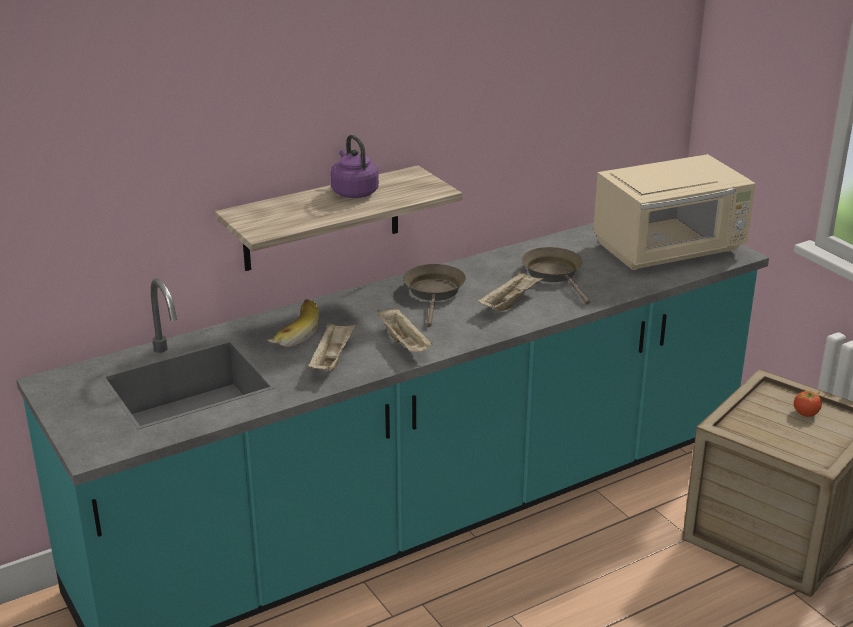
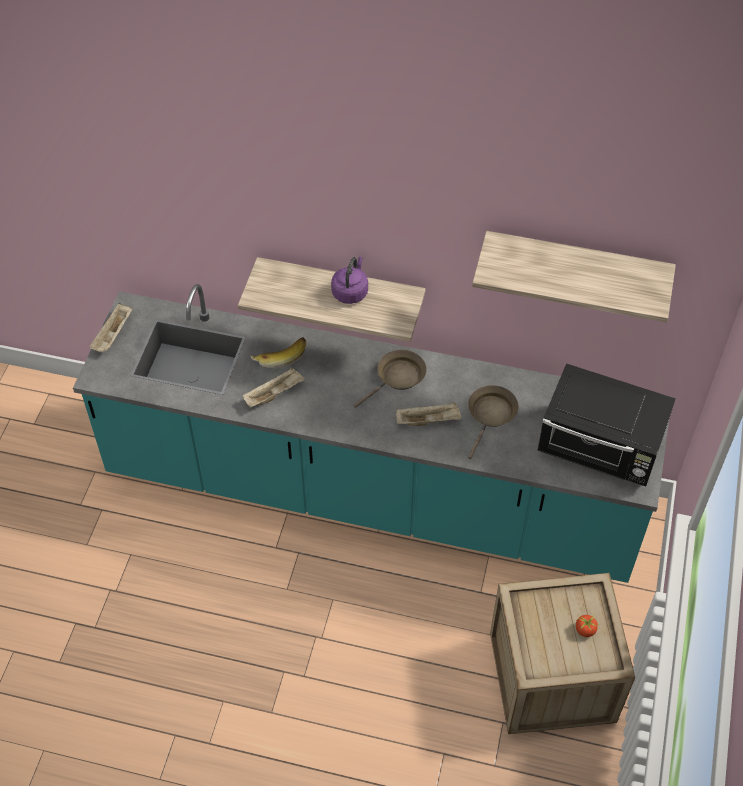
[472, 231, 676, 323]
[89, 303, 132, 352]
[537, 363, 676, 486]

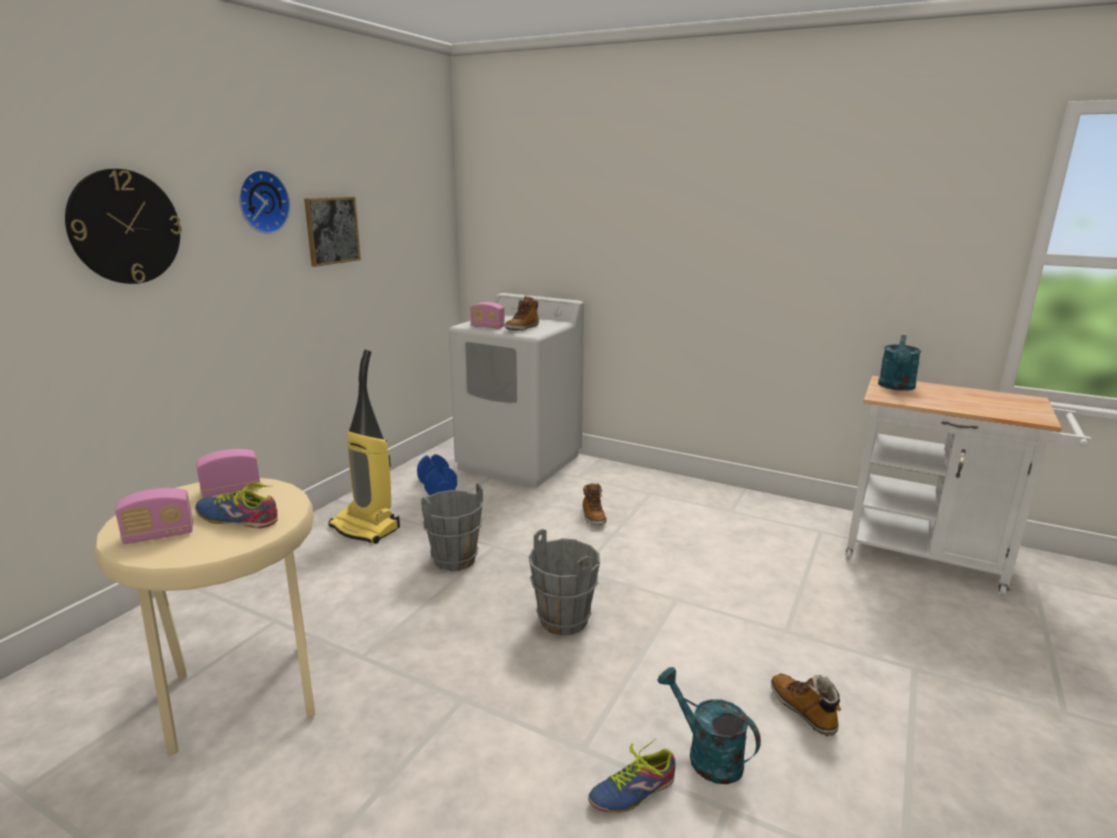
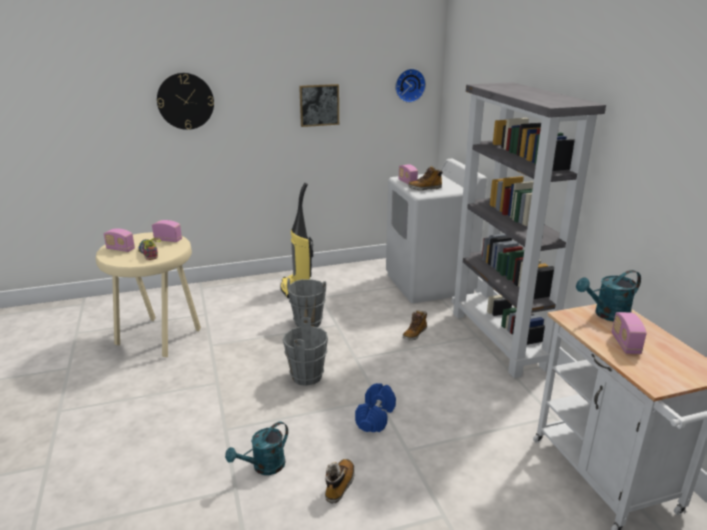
[588, 739, 675, 813] (first image)
[452, 82, 606, 378]
[612, 312, 647, 354]
[395, 69, 426, 103]
[355, 383, 396, 432]
[225, 422, 288, 475]

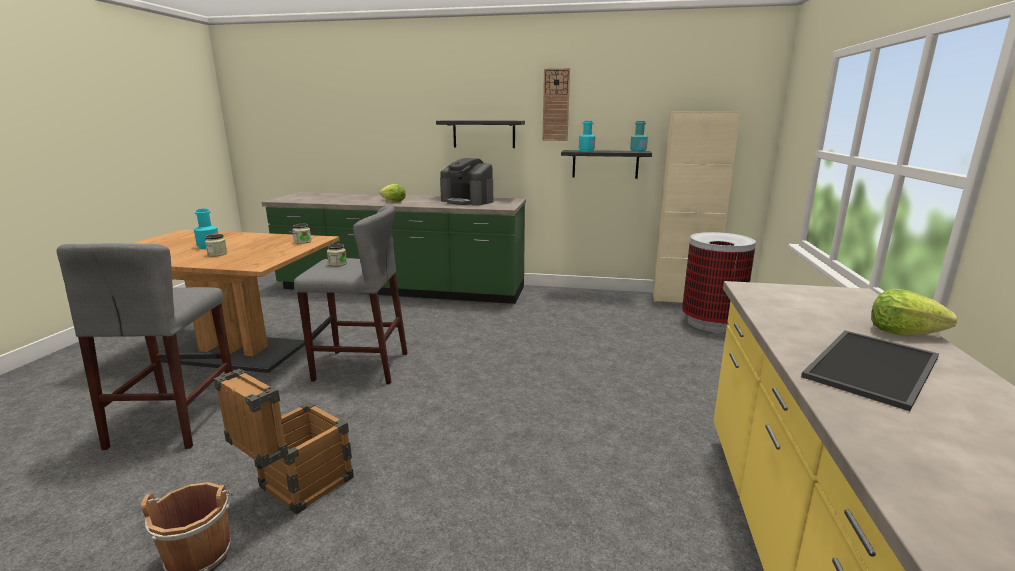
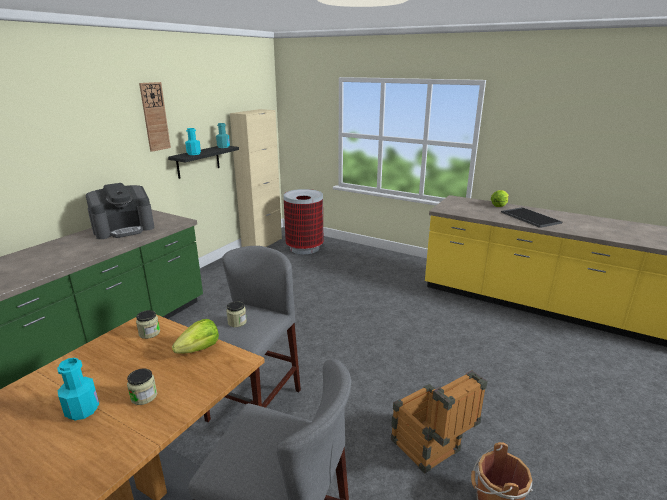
[436, 120, 525, 148] (first image)
[172, 319, 219, 354]

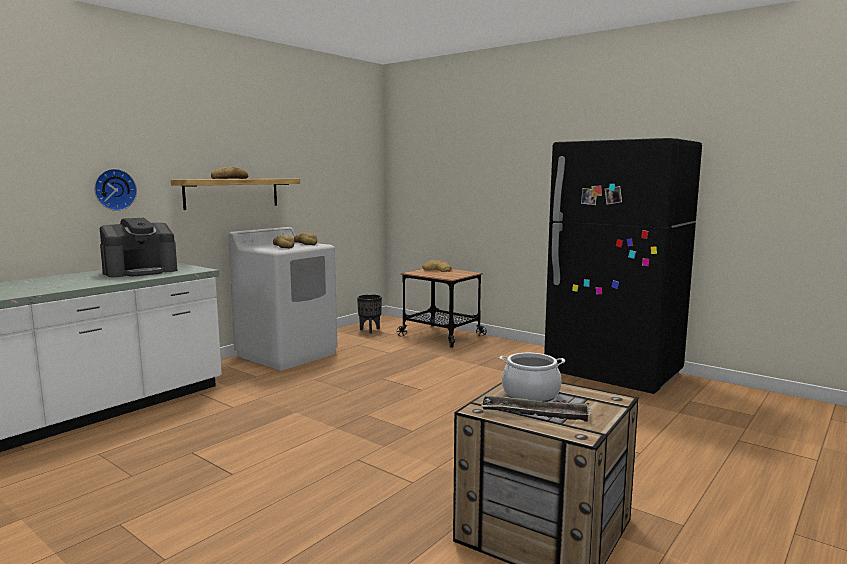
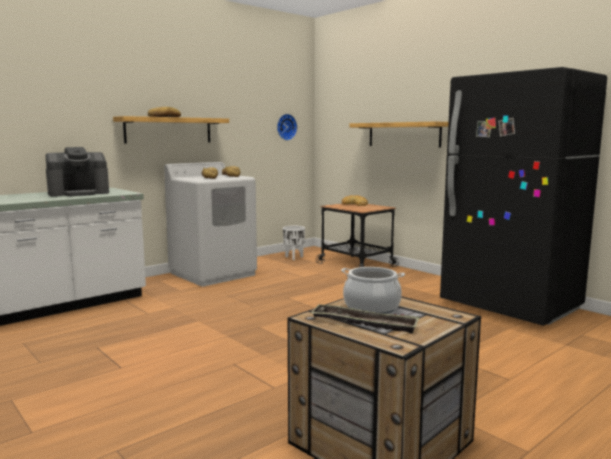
[349, 122, 449, 148]
[277, 114, 297, 140]
[283, 226, 305, 260]

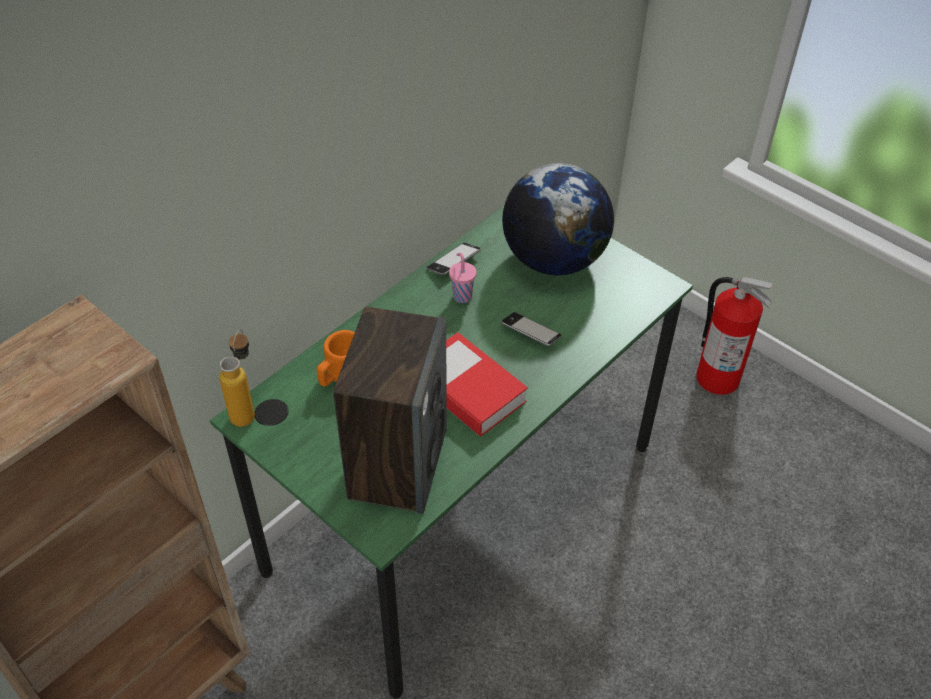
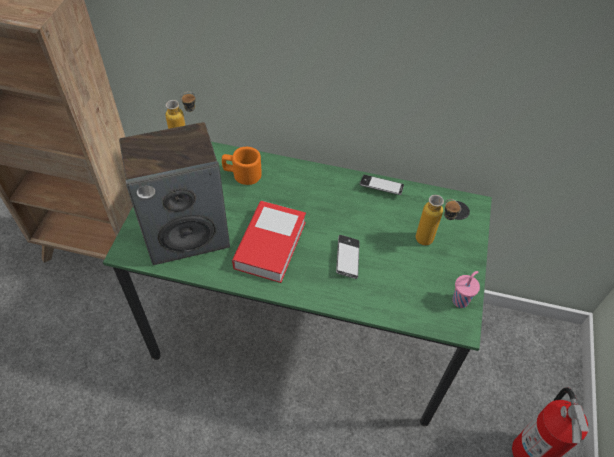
[452, 271, 480, 308]
[416, 195, 461, 245]

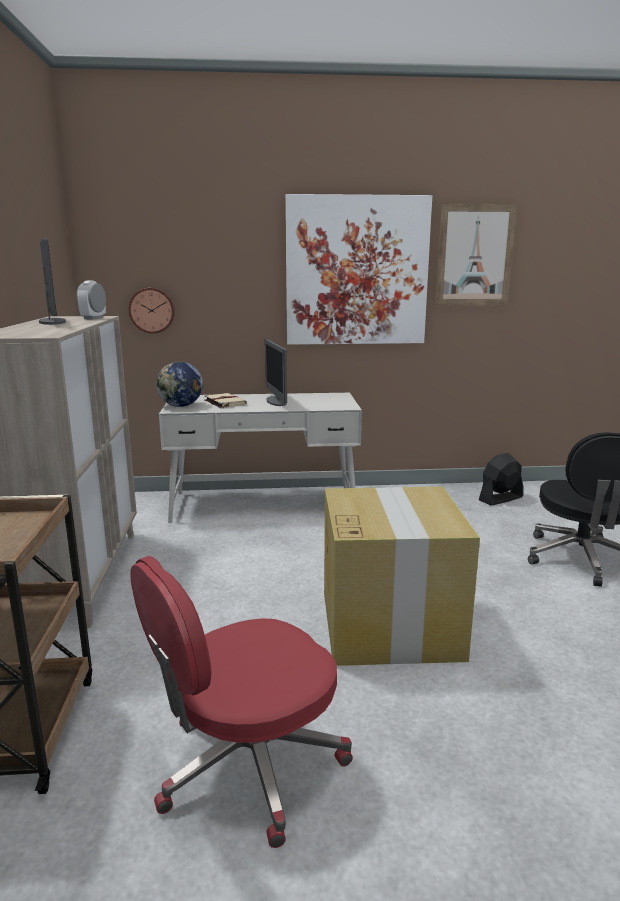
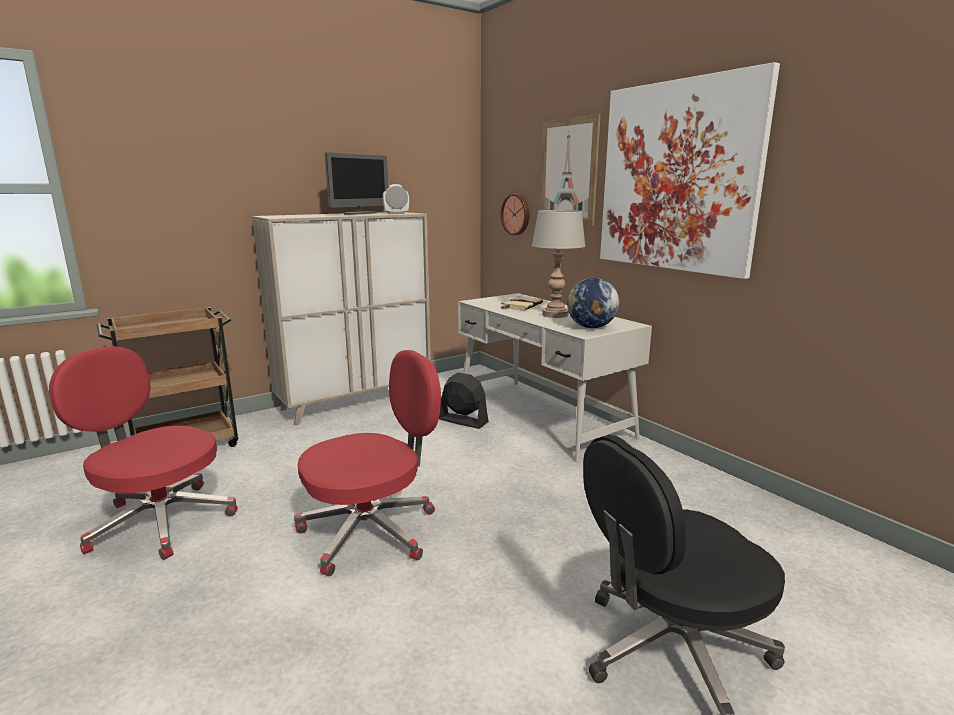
[567, 278, 619, 328]
[540, 114, 601, 226]
[439, 372, 489, 429]
[532, 209, 586, 318]
[294, 350, 441, 576]

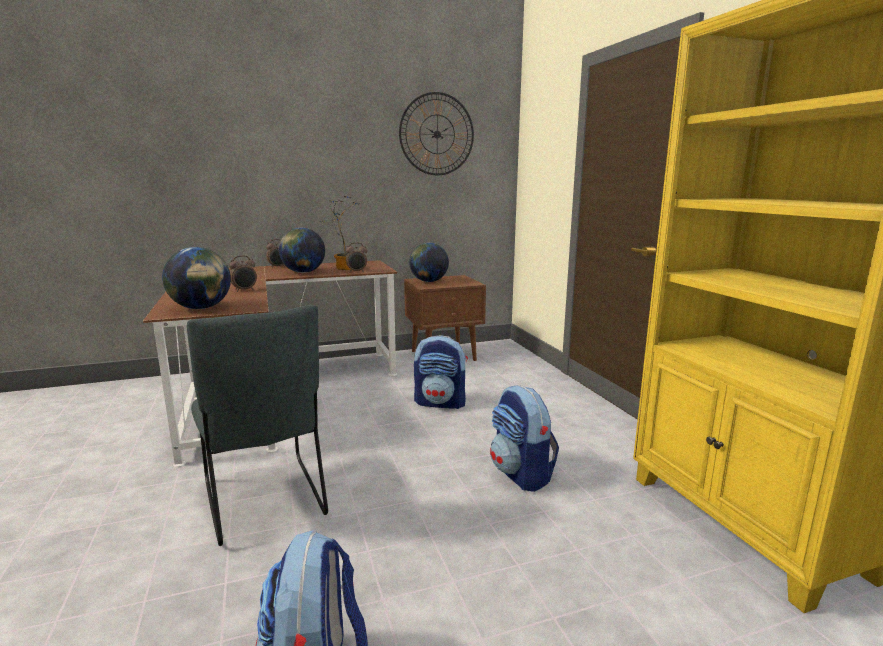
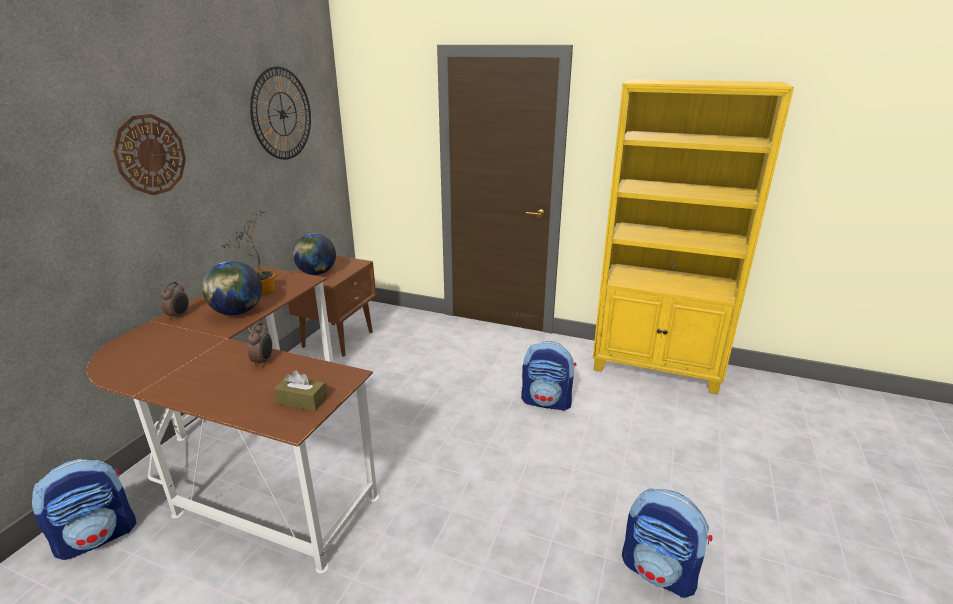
[187, 305, 328, 546] (first image)
[346, 242, 367, 272] (first image)
[113, 114, 186, 195]
[32, 458, 136, 560]
[274, 371, 327, 411]

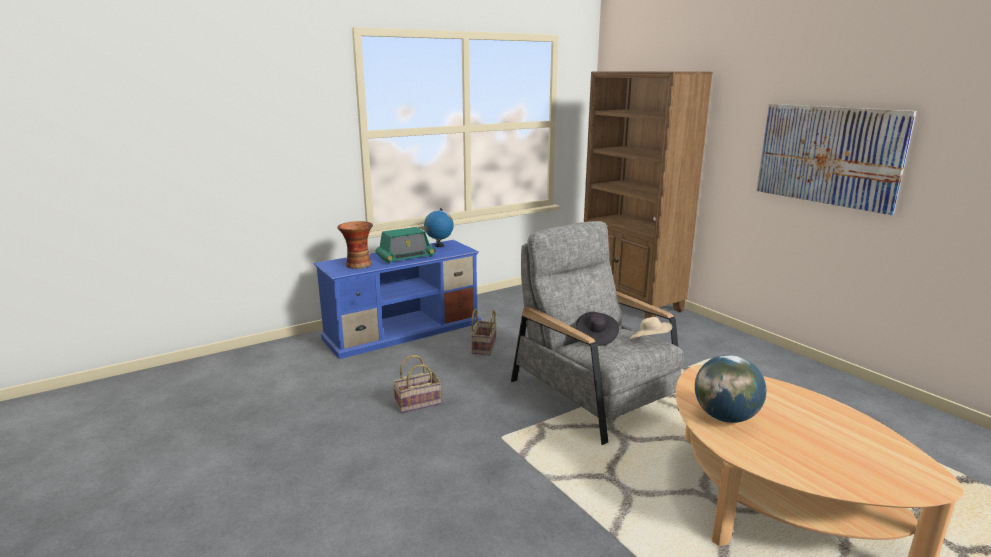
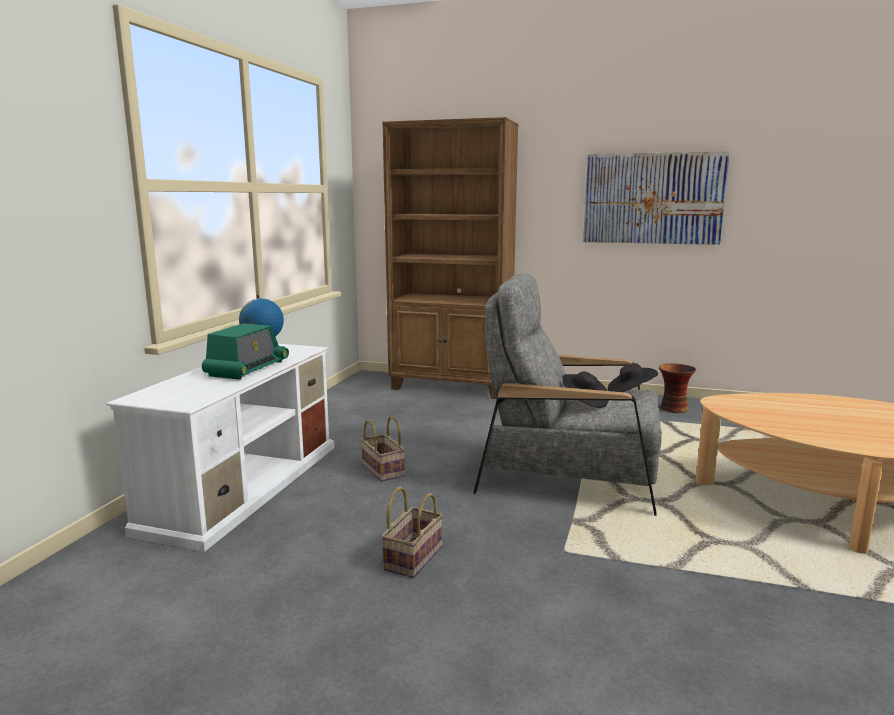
[695, 355, 766, 423] (first image)
[659, 364, 696, 413]
[106, 344, 335, 552]
[608, 363, 658, 392]

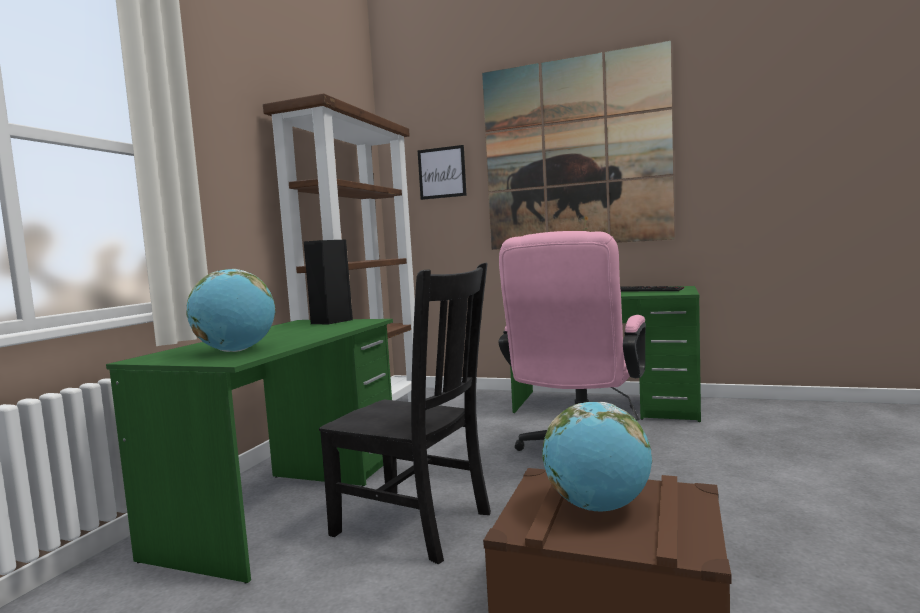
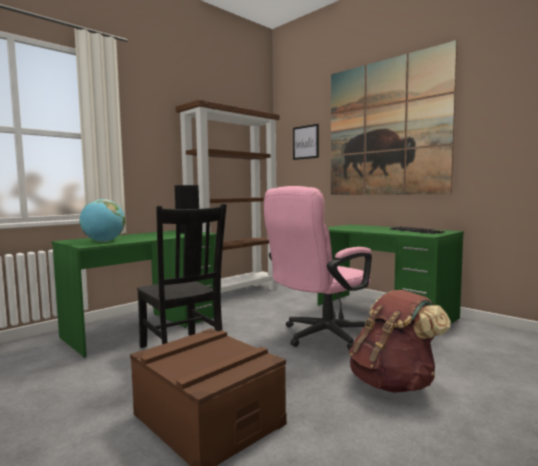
[542, 402, 652, 511] (first image)
[349, 290, 451, 393]

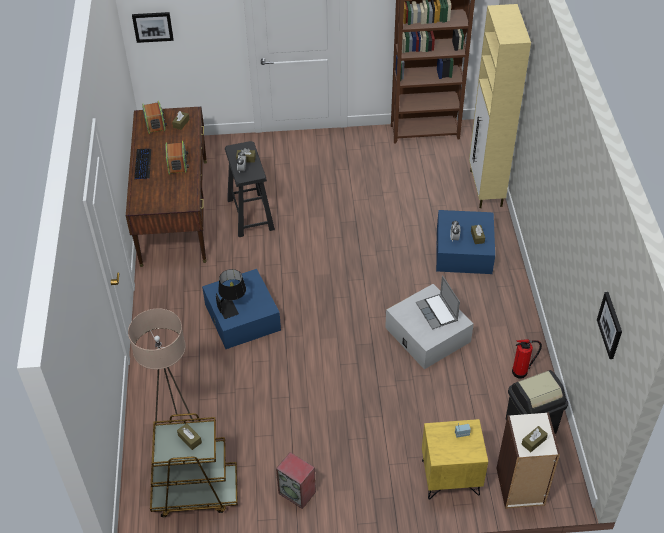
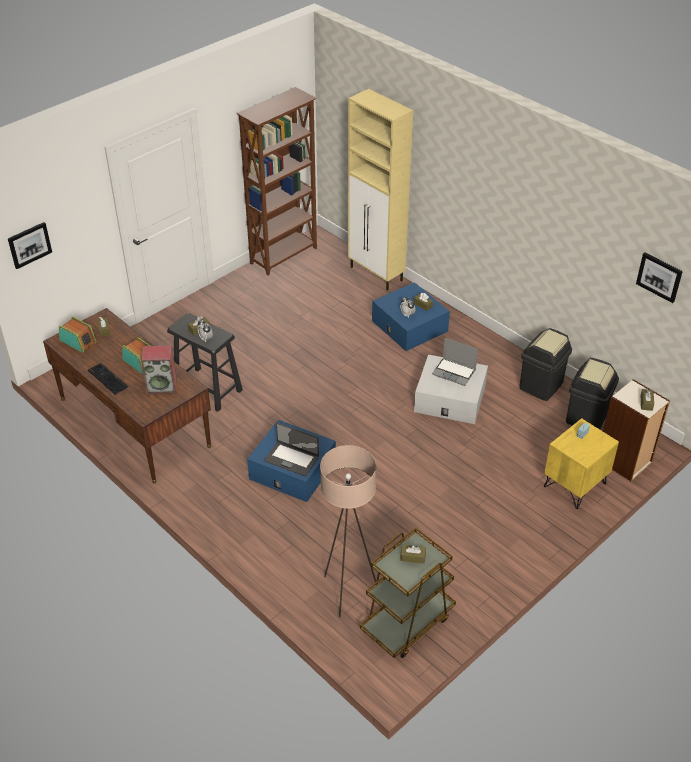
[141, 345, 177, 395]
[264, 422, 319, 476]
[519, 328, 572, 401]

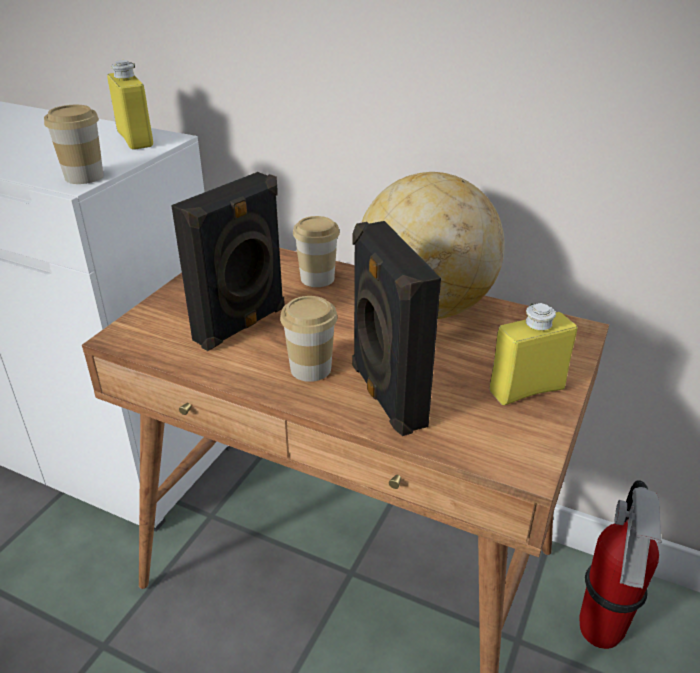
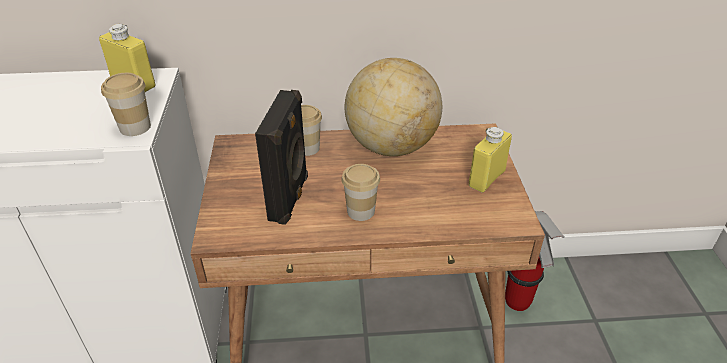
[352, 221, 441, 436] (first image)

